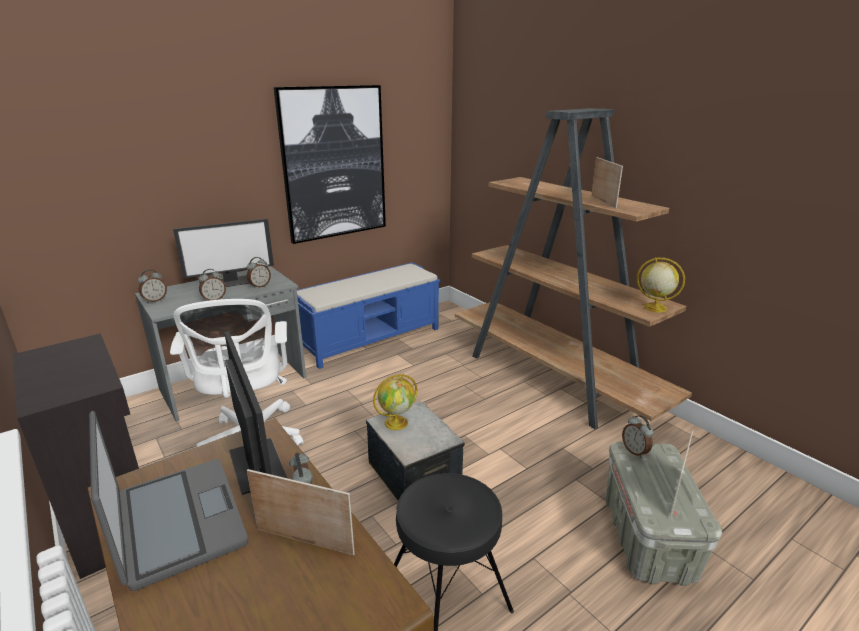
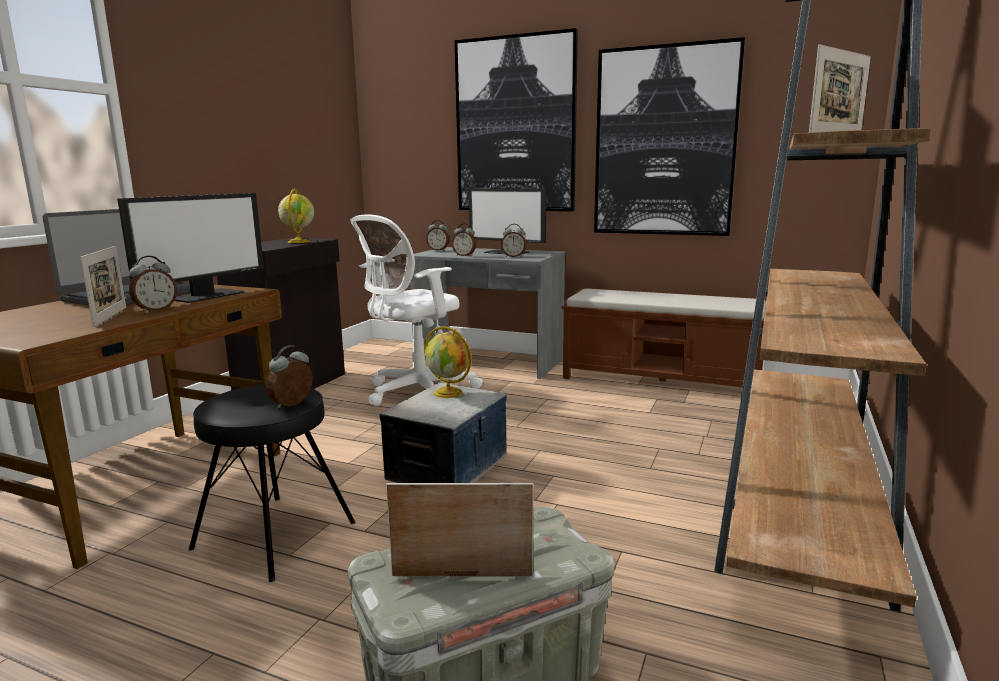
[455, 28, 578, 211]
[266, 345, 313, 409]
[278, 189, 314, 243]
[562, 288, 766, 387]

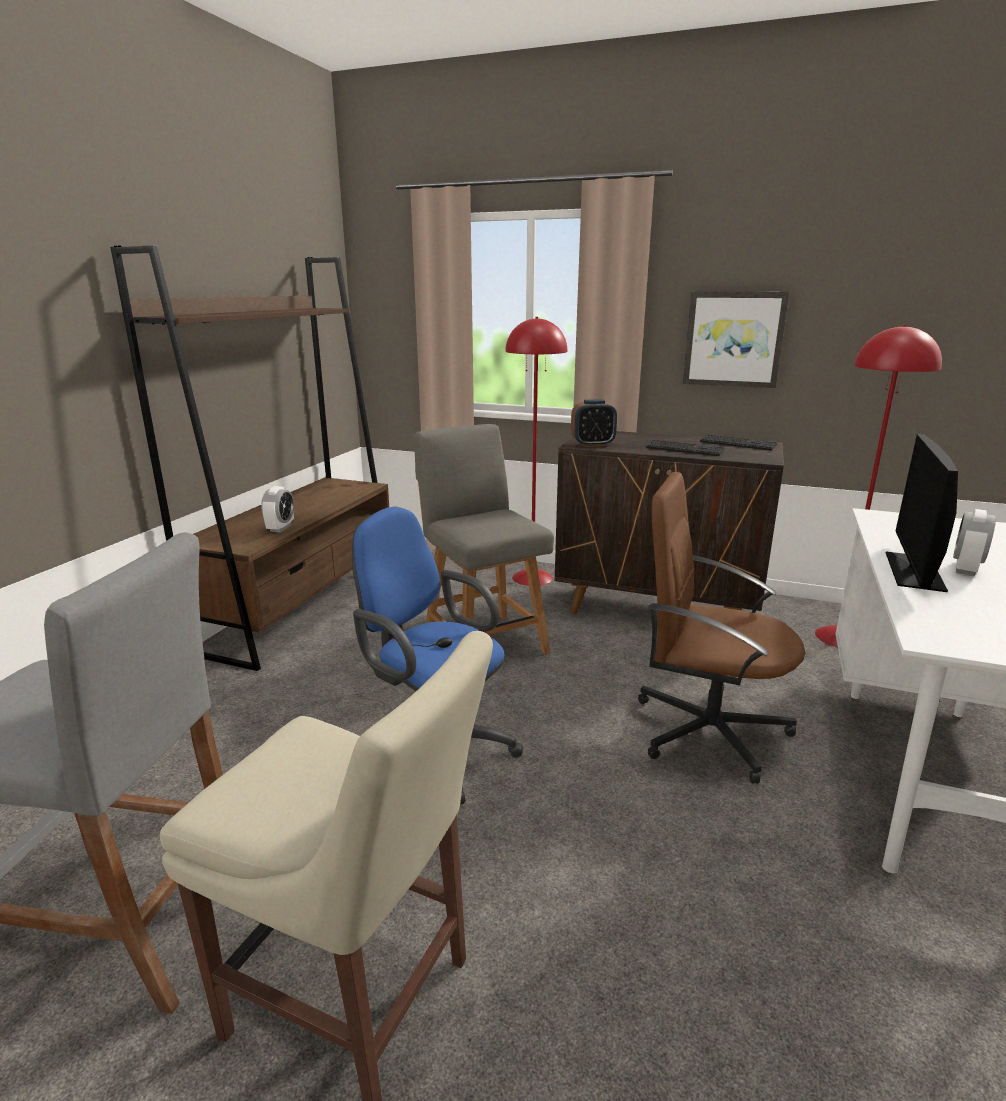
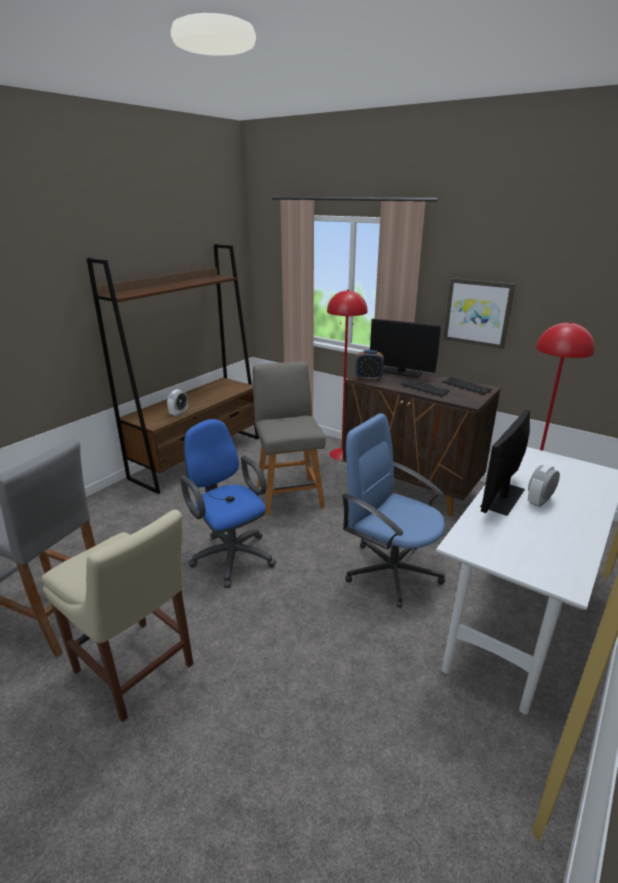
[370, 319, 441, 378]
[341, 413, 445, 608]

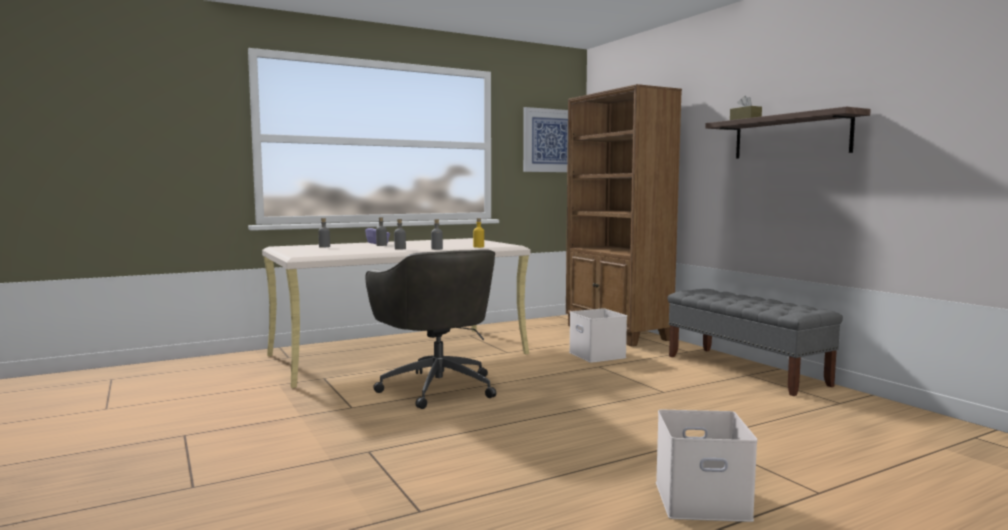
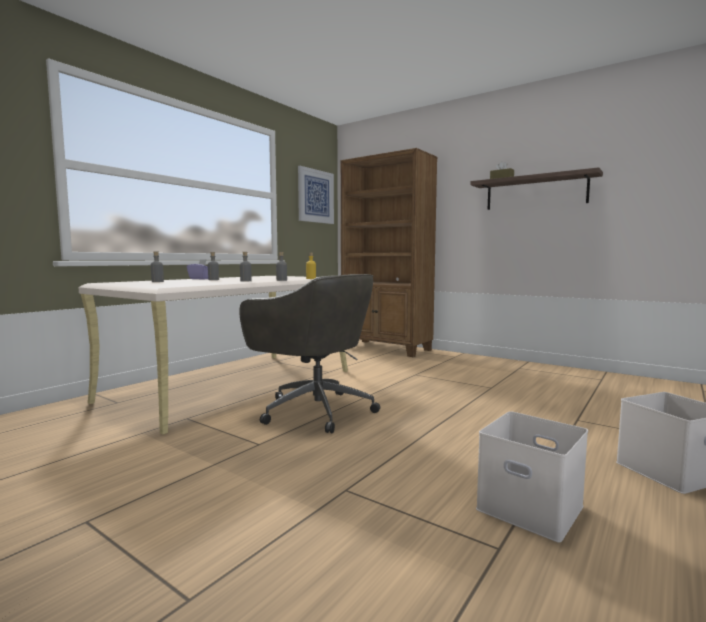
[668, 289, 843, 396] (first image)
[476, 411, 588, 542]

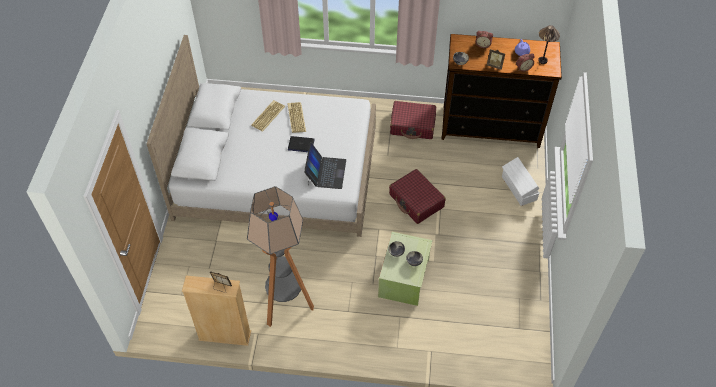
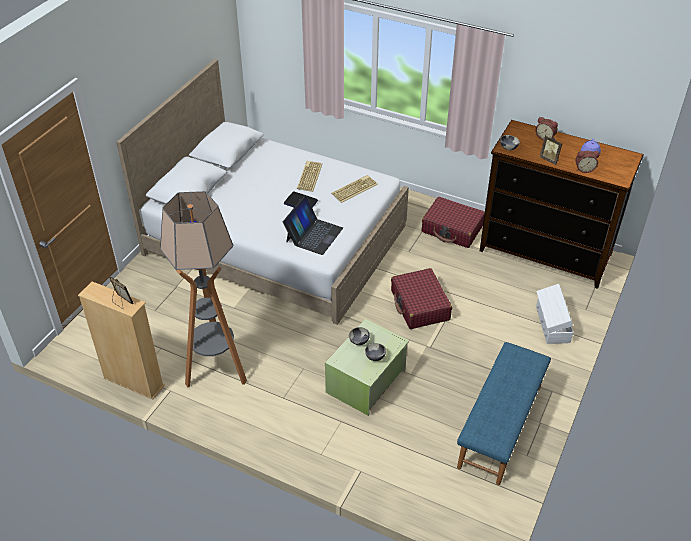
[538, 25, 560, 64] (first image)
[457, 342, 551, 485]
[331, 175, 378, 203]

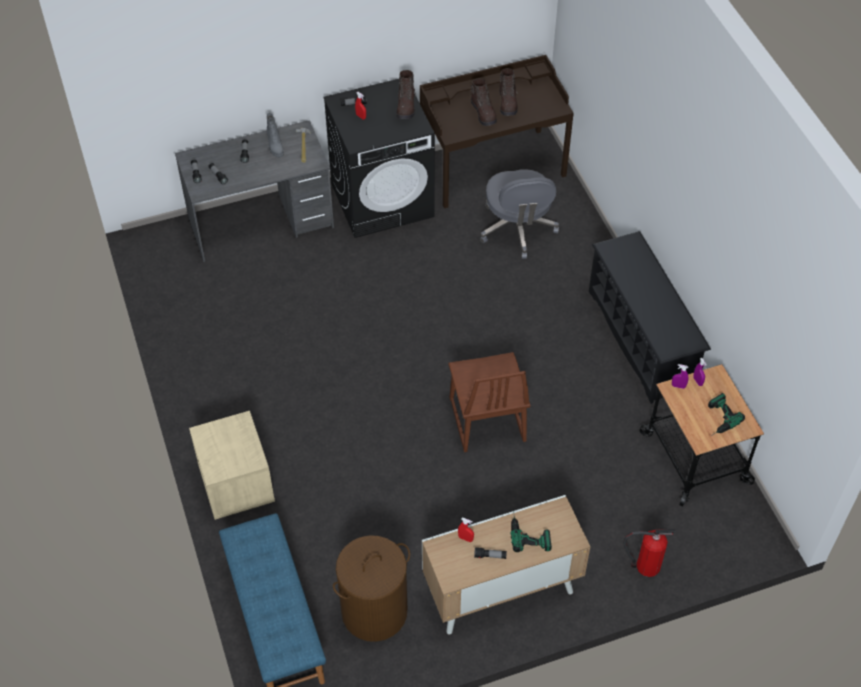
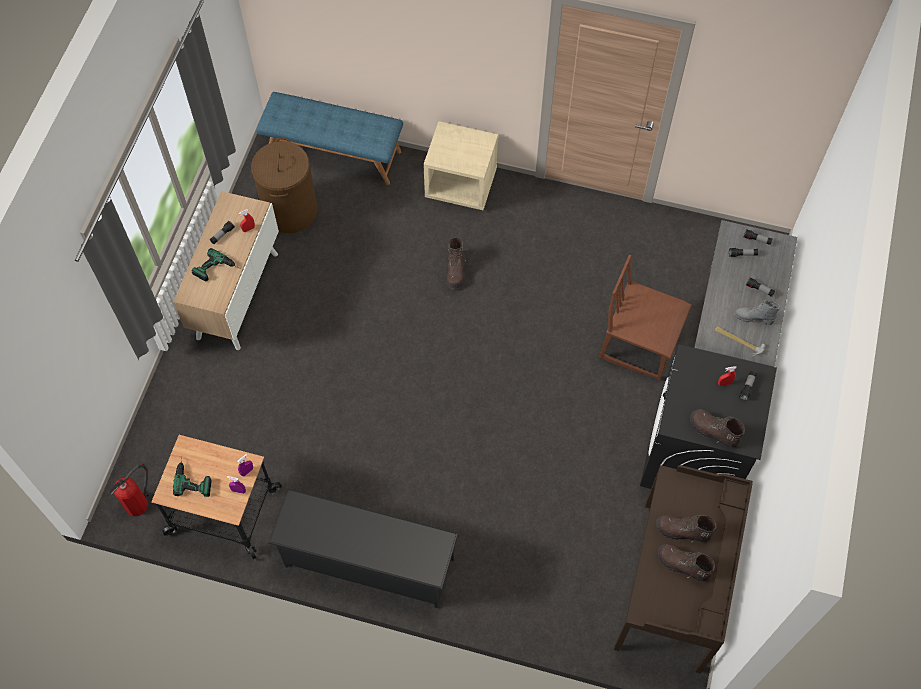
[480, 169, 559, 259] (first image)
[446, 238, 466, 289]
[599, 255, 692, 380]
[108, 464, 149, 516]

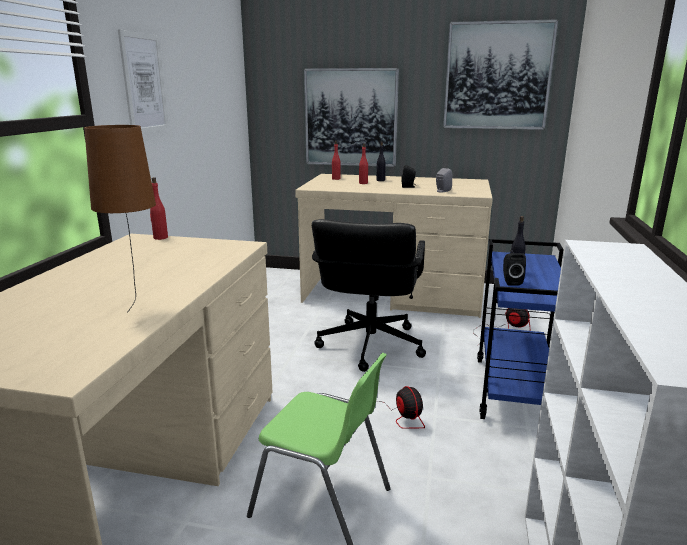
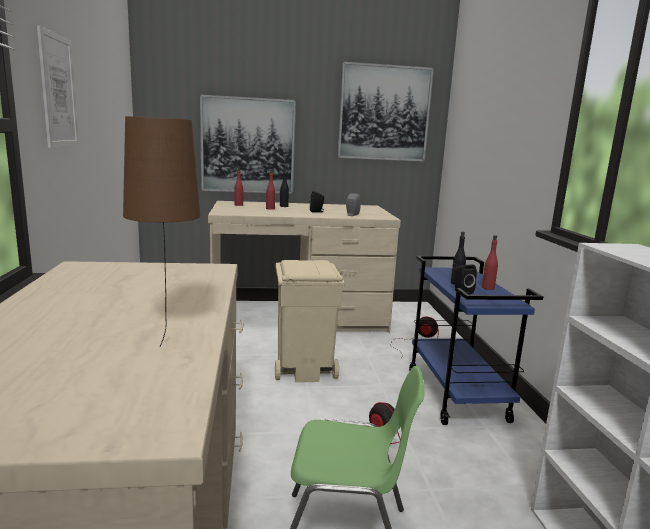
[482, 235, 498, 290]
[275, 260, 345, 383]

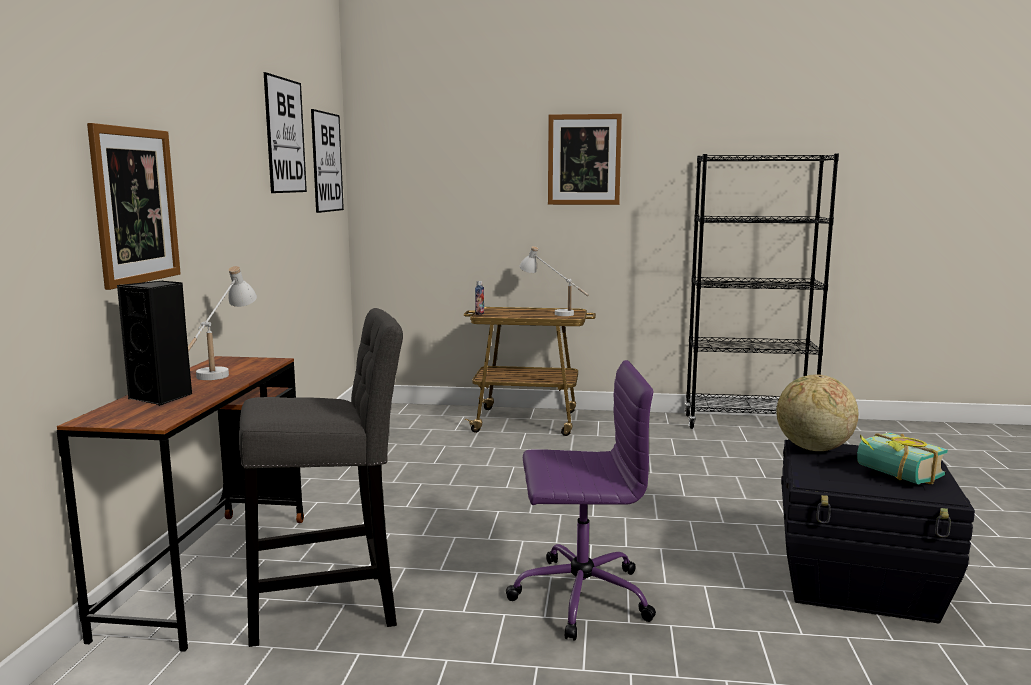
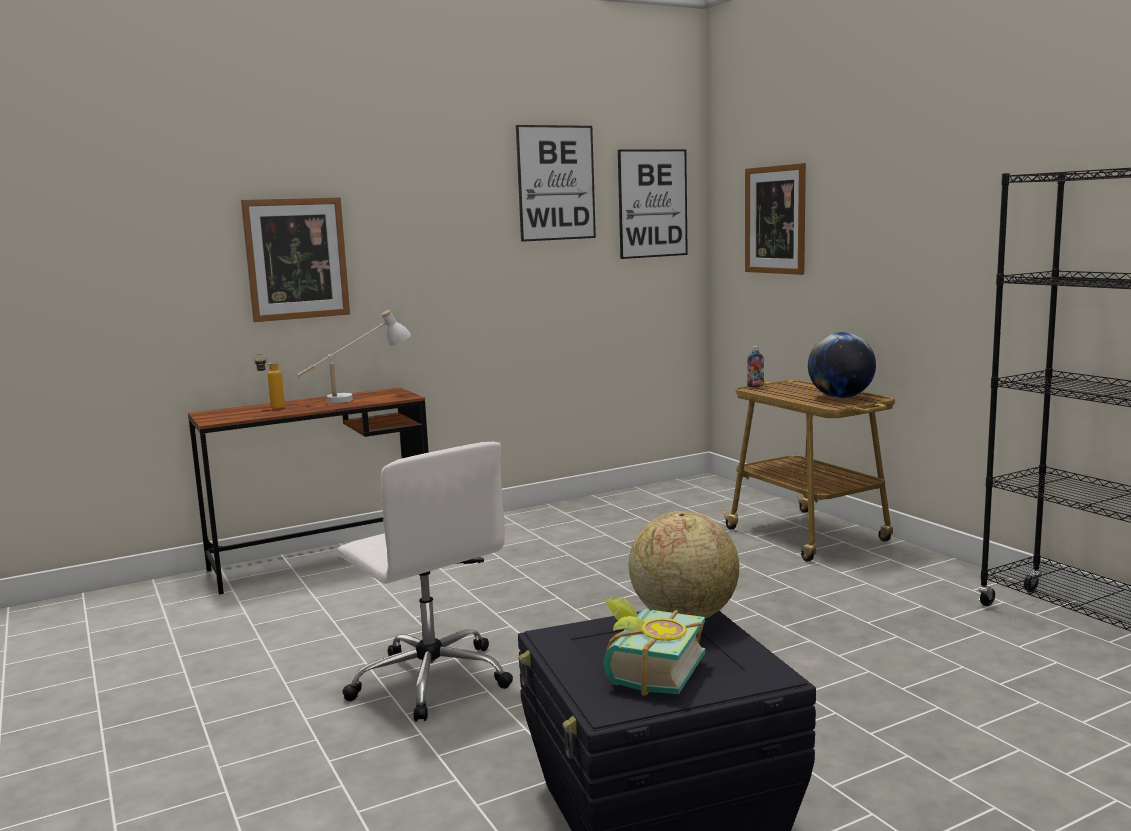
[239, 308, 403, 647] (first image)
[745, 163, 806, 275]
[254, 354, 285, 409]
[808, 332, 876, 398]
[337, 442, 513, 722]

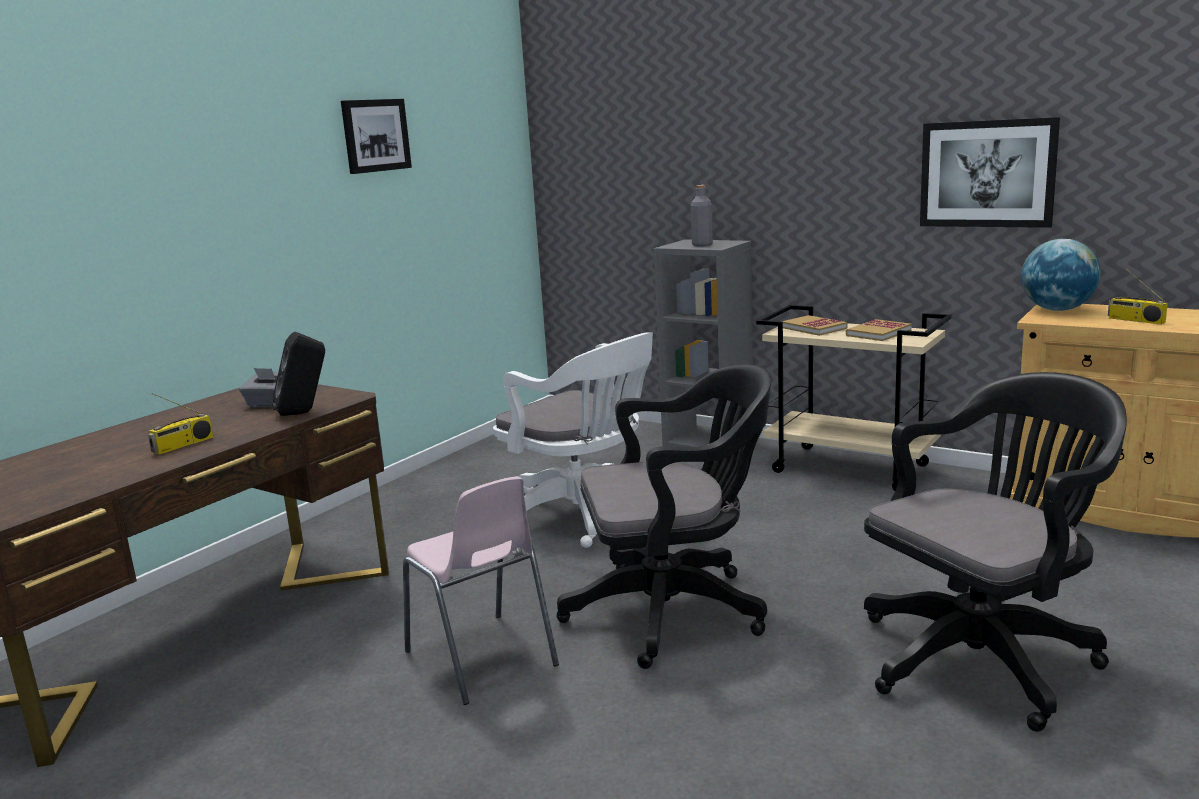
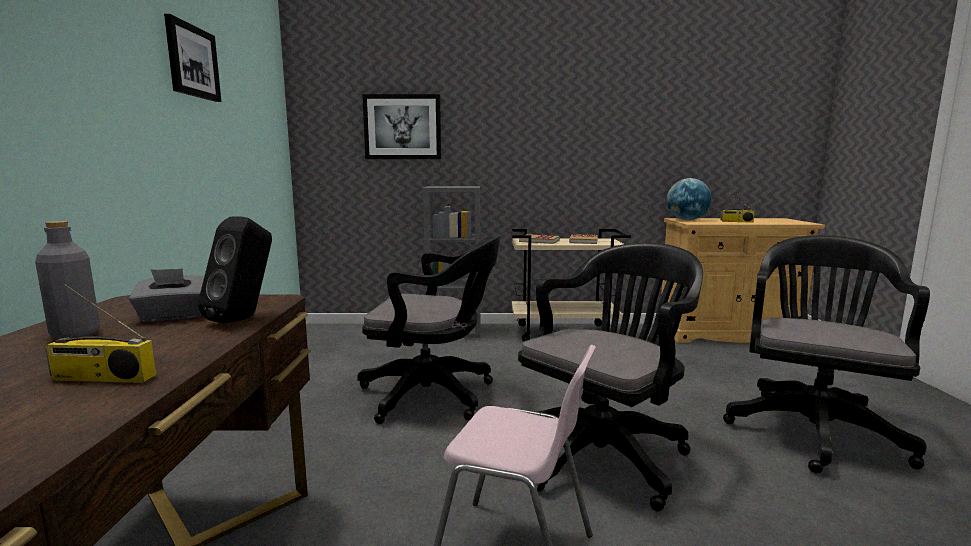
[35, 221, 100, 339]
[362, 94, 441, 159]
[357, 234, 501, 424]
[45, 284, 156, 383]

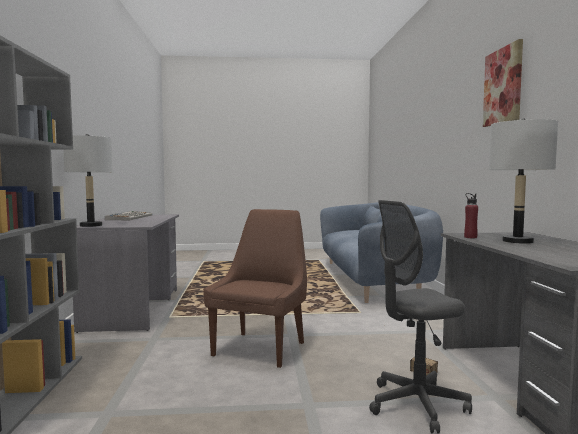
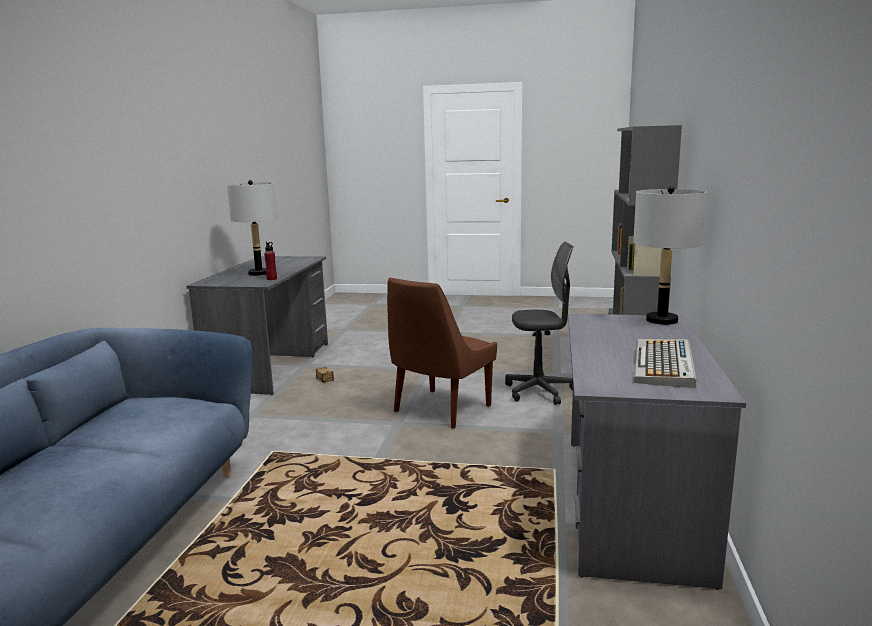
[483, 39, 523, 127] (first image)
[505, 242, 574, 405]

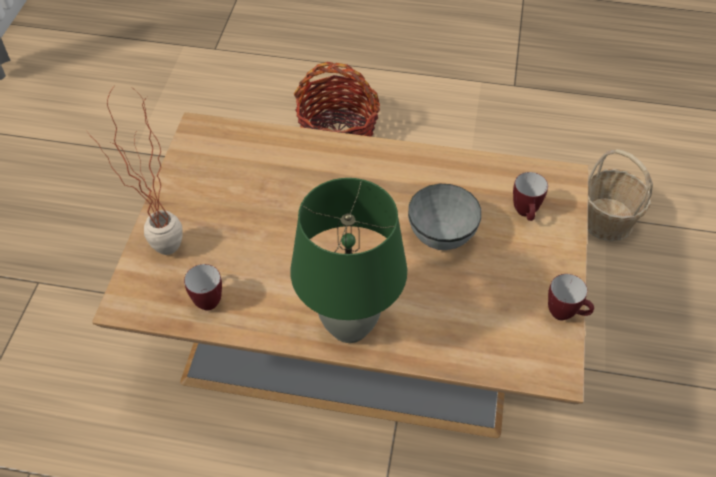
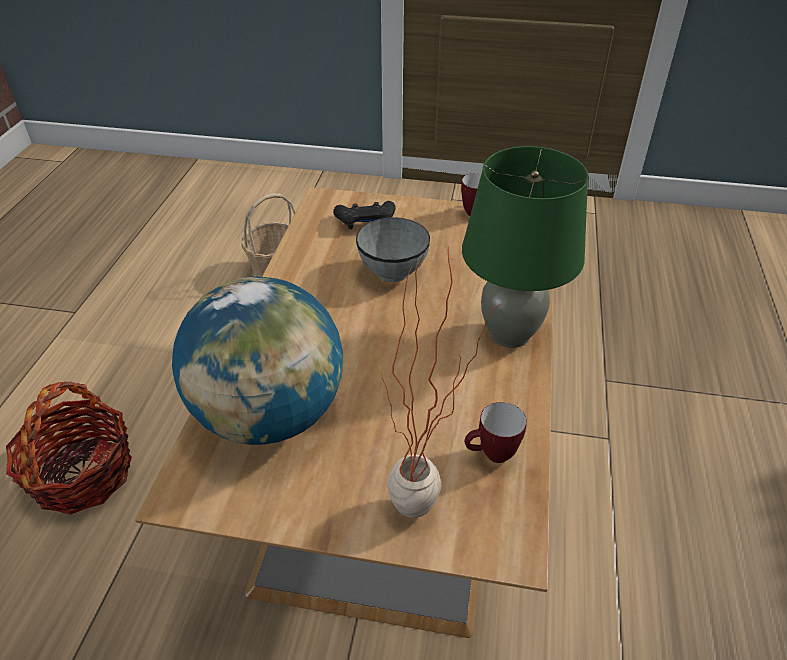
[172, 277, 343, 445]
[333, 201, 396, 230]

